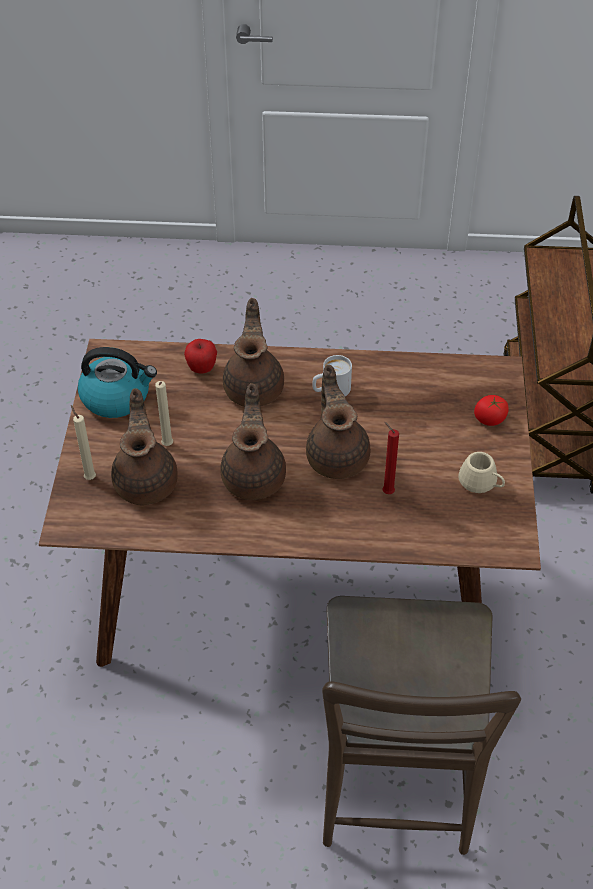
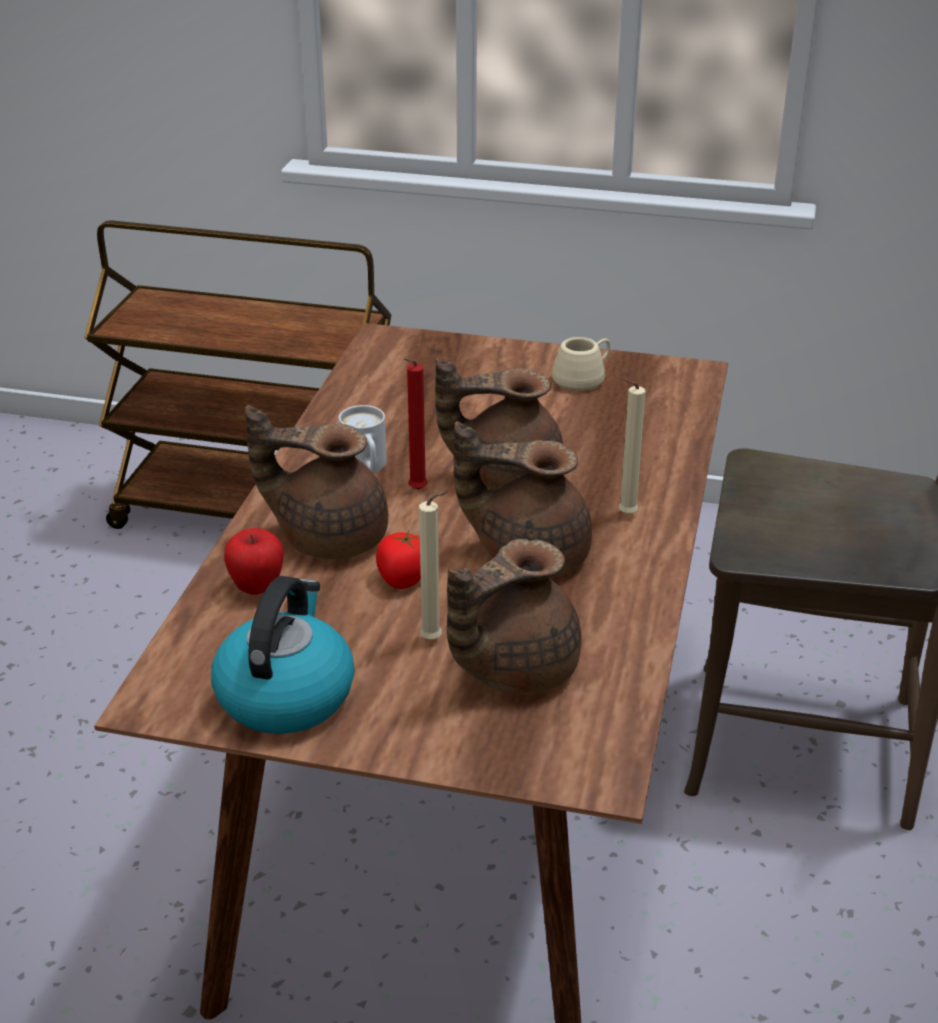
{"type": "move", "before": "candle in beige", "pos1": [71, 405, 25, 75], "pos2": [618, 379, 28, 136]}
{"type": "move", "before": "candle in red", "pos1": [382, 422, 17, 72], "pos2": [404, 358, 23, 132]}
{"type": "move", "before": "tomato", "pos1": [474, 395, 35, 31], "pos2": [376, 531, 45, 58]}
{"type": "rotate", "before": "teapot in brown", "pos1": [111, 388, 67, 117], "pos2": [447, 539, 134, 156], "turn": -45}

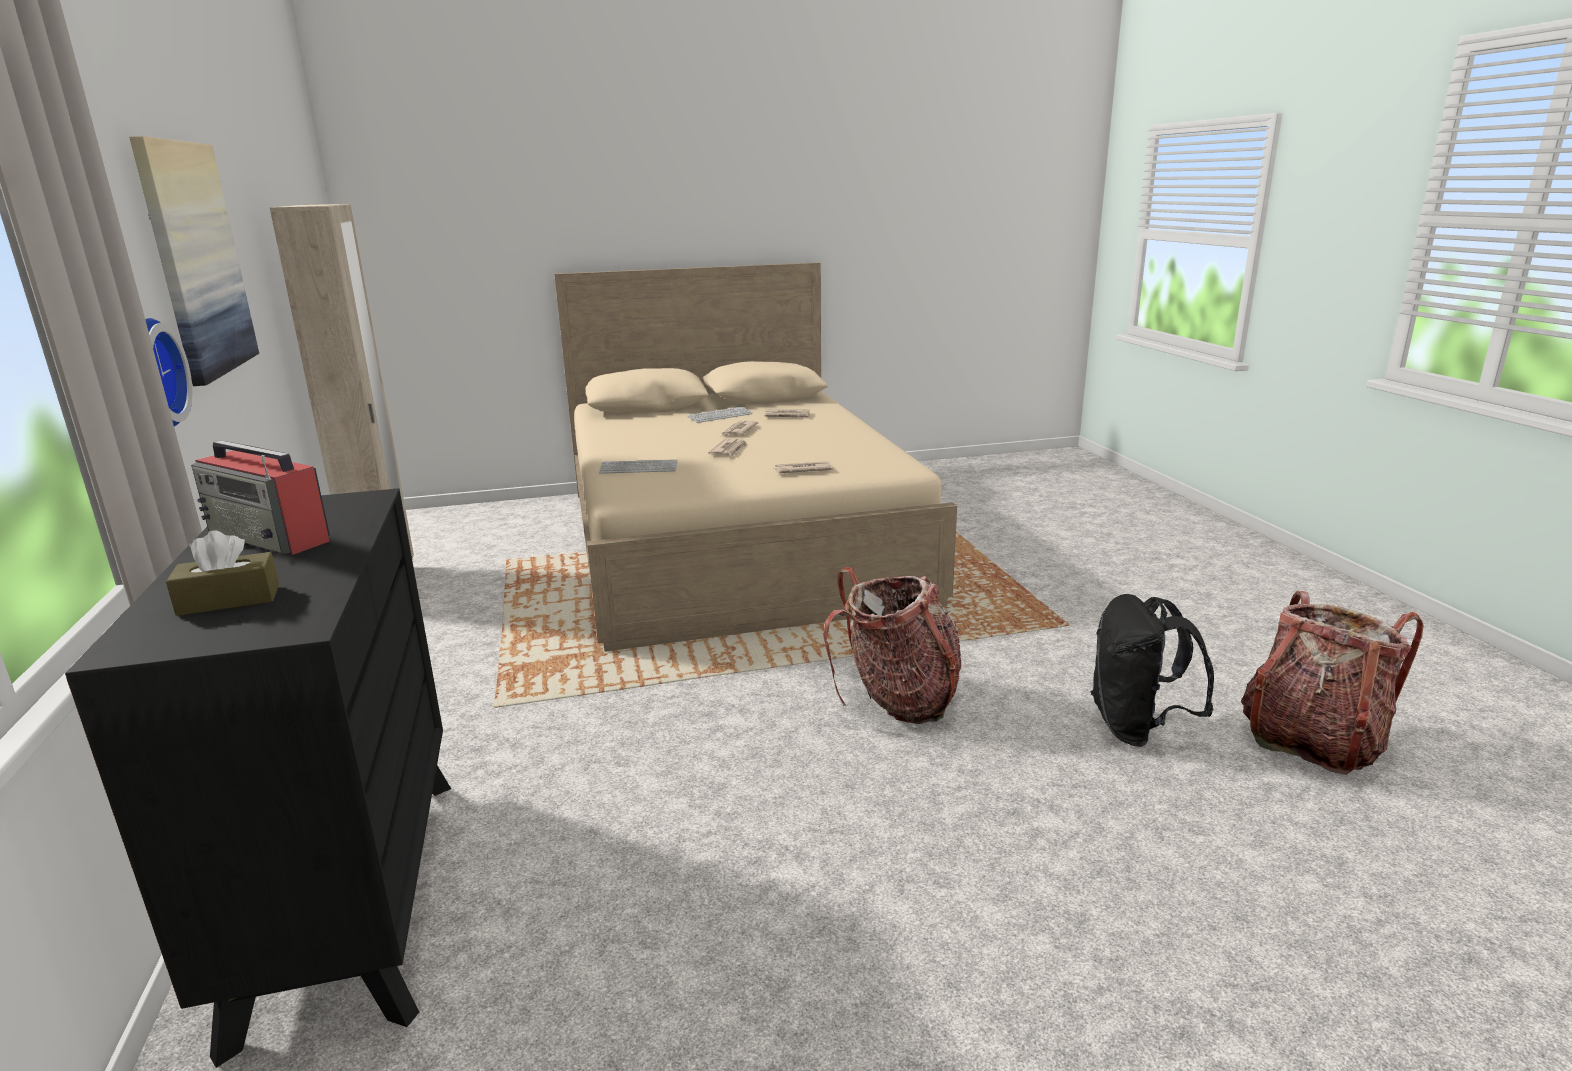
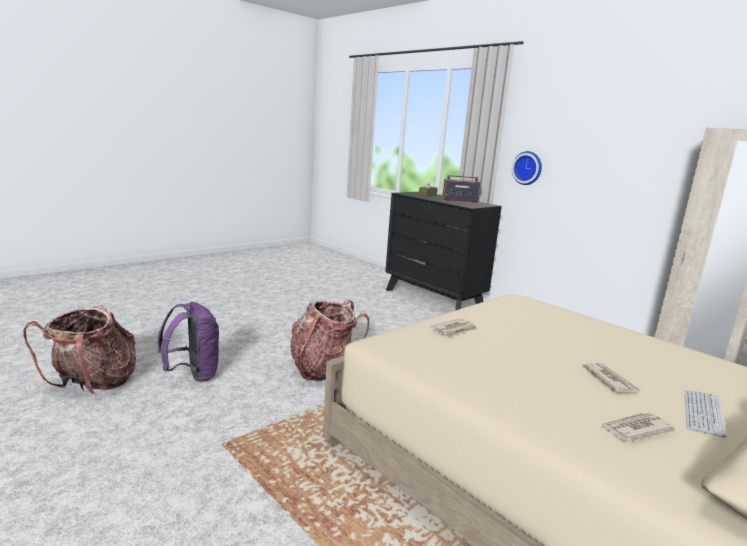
{"type": "delete", "before": "picture", "pos1": [129, 136, 130, 250]}
{"type": "delete", "before": "keyboard", "pos1": [599, 459, 79, 15]}
{"type": "delete", "before": "newspaper", "pos1": [708, 439, 40, 17]}
{"type": "recolor", "before": "backpack in black", "after": "backpack in purple", "pos1": [1090, 594, 124, 153], "pos2": [158, 302, 61, 80]}

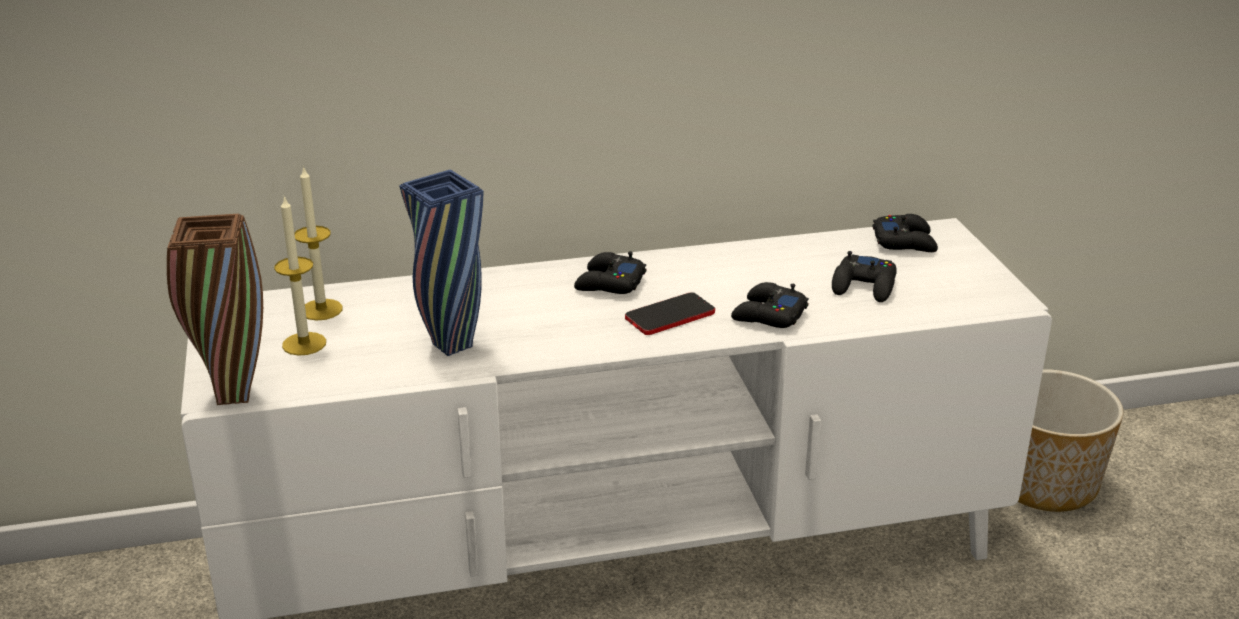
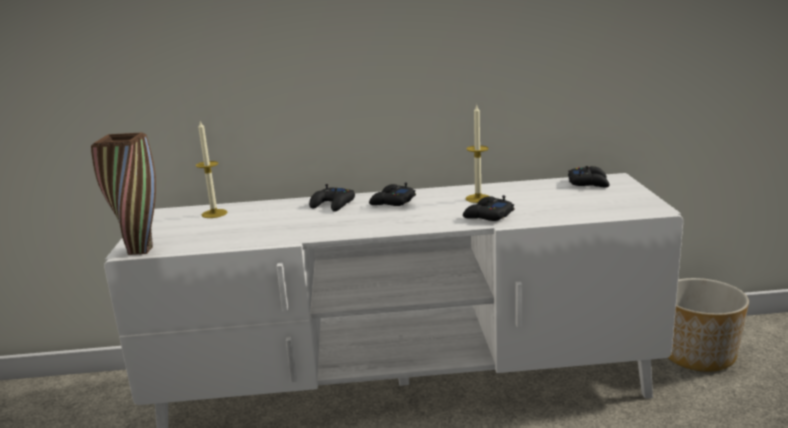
{"type": "delete", "before": "vase in blue", "pos1": [399, 170, 85, 186]}
{"type": "delete", "before": "phone", "pos1": [625, 292, 90, 43]}
{"type": "move", "before": "candle", "pos1": [274, 196, 52, 160], "pos2": [466, 105, 23, 98]}
{"type": "move", "before": "game controller in black", "pos1": [832, 251, 65, 51], "pos2": [309, 184, 46, 28]}

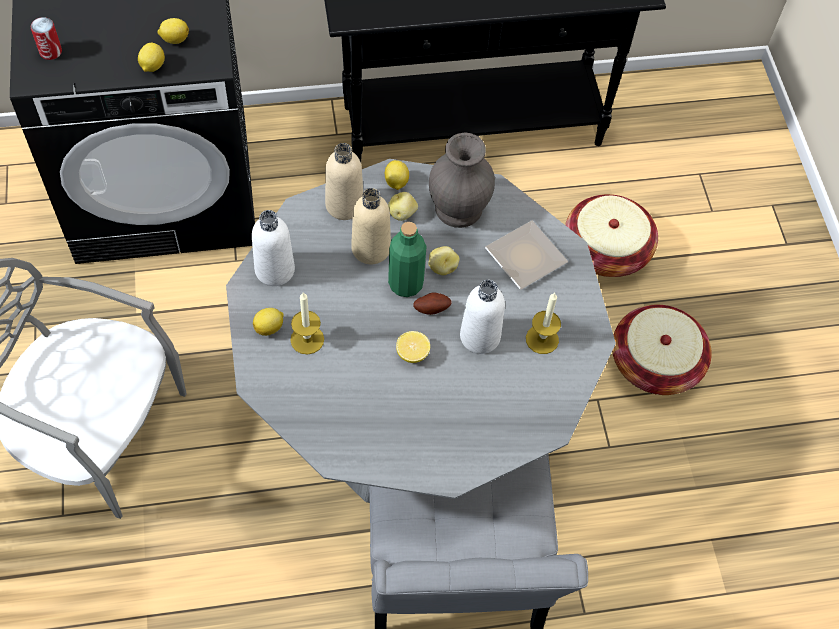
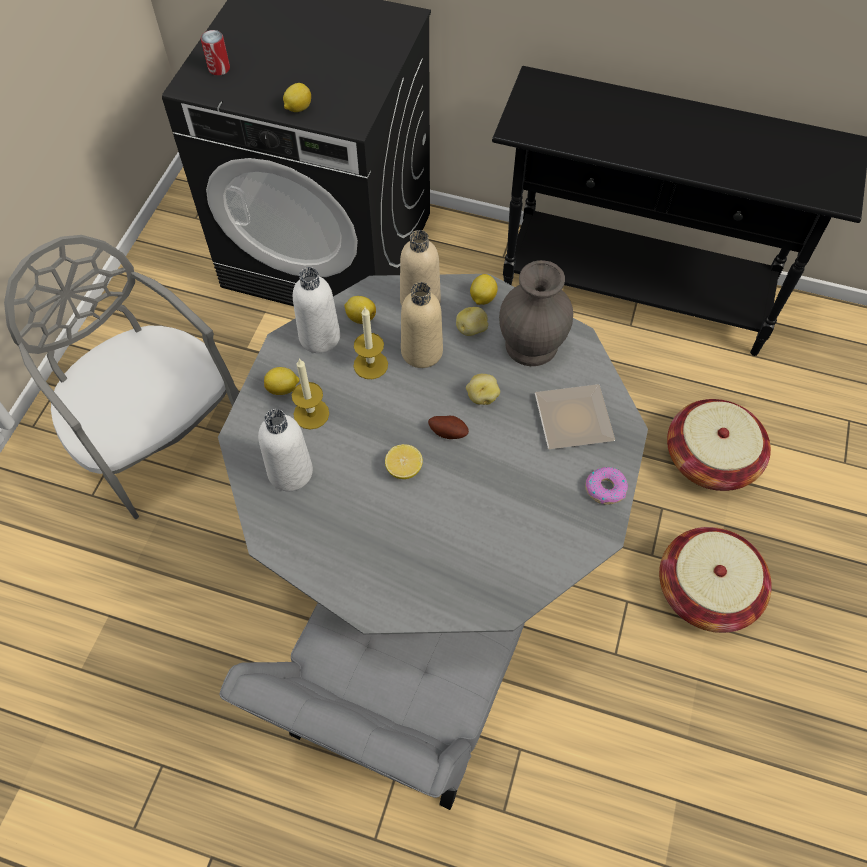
{"type": "delete", "before": "bottle in green", "pos1": [388, 222, 39, 75]}
{"type": "insert", "after": "donut", "pos2": [585, 467, 43, 38]}
{"type": "move", "before": "lemon", "pos1": [157, 18, 32, 26], "pos2": [344, 296, 32, 28]}
{"type": "move", "before": "bottle in white", "pos1": [460, 280, 45, 74], "pos2": [258, 409, 55, 82]}
{"type": "move", "before": "candle", "pos1": [526, 293, 35, 61], "pos2": [354, 307, 34, 72]}

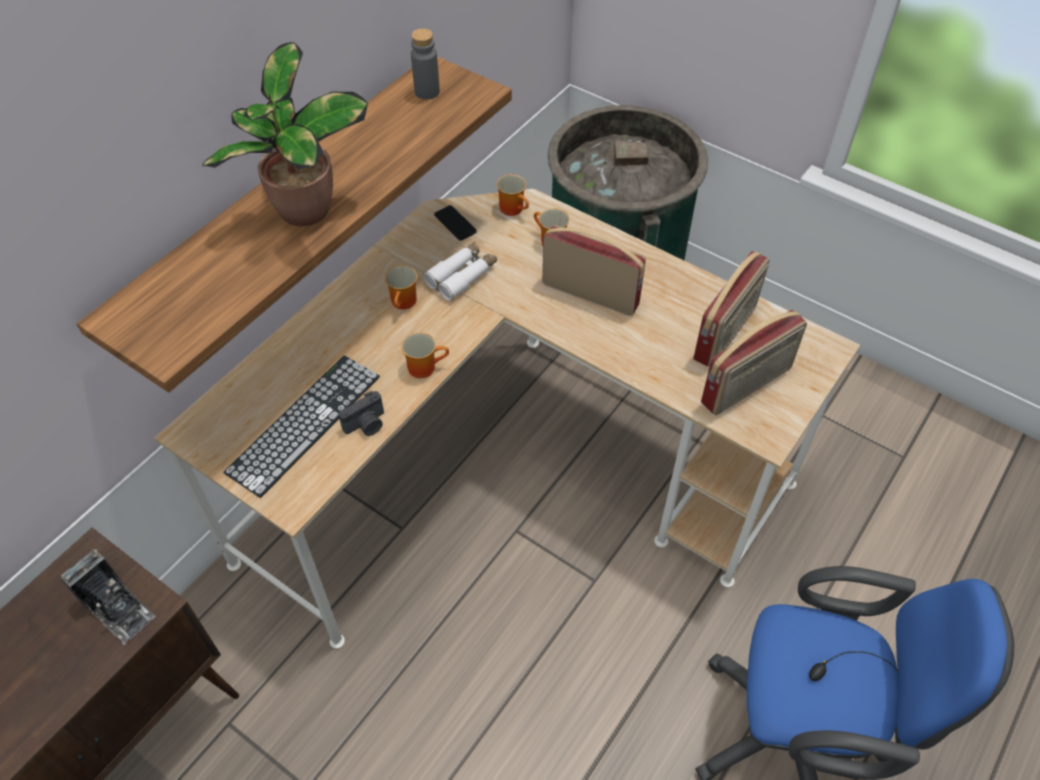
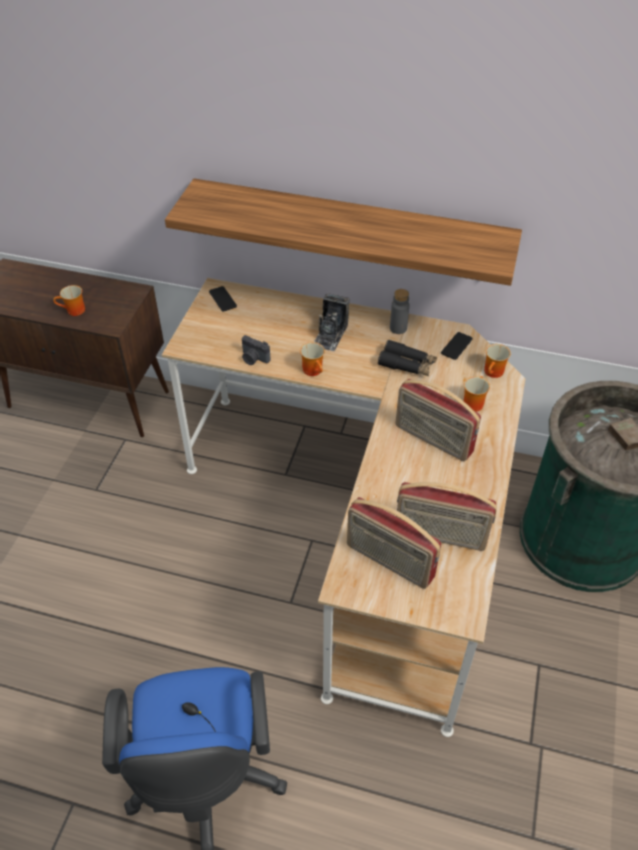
{"type": "delete", "before": "potted plant", "pos1": [202, 42, 166, 184]}
{"type": "delete", "before": "keyboard", "pos1": [223, 356, 157, 142]}
{"type": "insert", "after": "phone", "pos2": [209, 286, 28, 25]}
{"type": "move", "before": "photo camera", "pos1": [61, 549, 94, 95], "pos2": [314, 293, 35, 58]}
{"type": "move", "before": "mug", "pos1": [385, 265, 32, 44], "pos2": [53, 285, 32, 31]}
{"type": "move", "before": "bottle in grey", "pos1": [411, 28, 29, 72], "pos2": [390, 289, 20, 45]}
{"type": "recolor", "before": "binoculars in white", "after": "binoculars in black", "pos1": [423, 242, 74, 59], "pos2": [378, 340, 59, 36]}
{"type": "rotate", "before": "radio", "pos1": [542, 225, 104, 91], "pos2": [395, 379, 86, 82], "turn": 120}

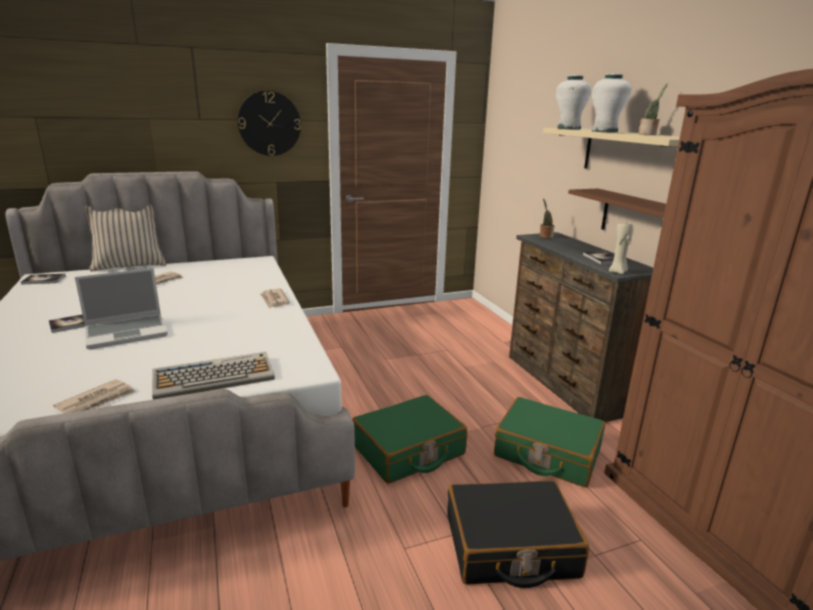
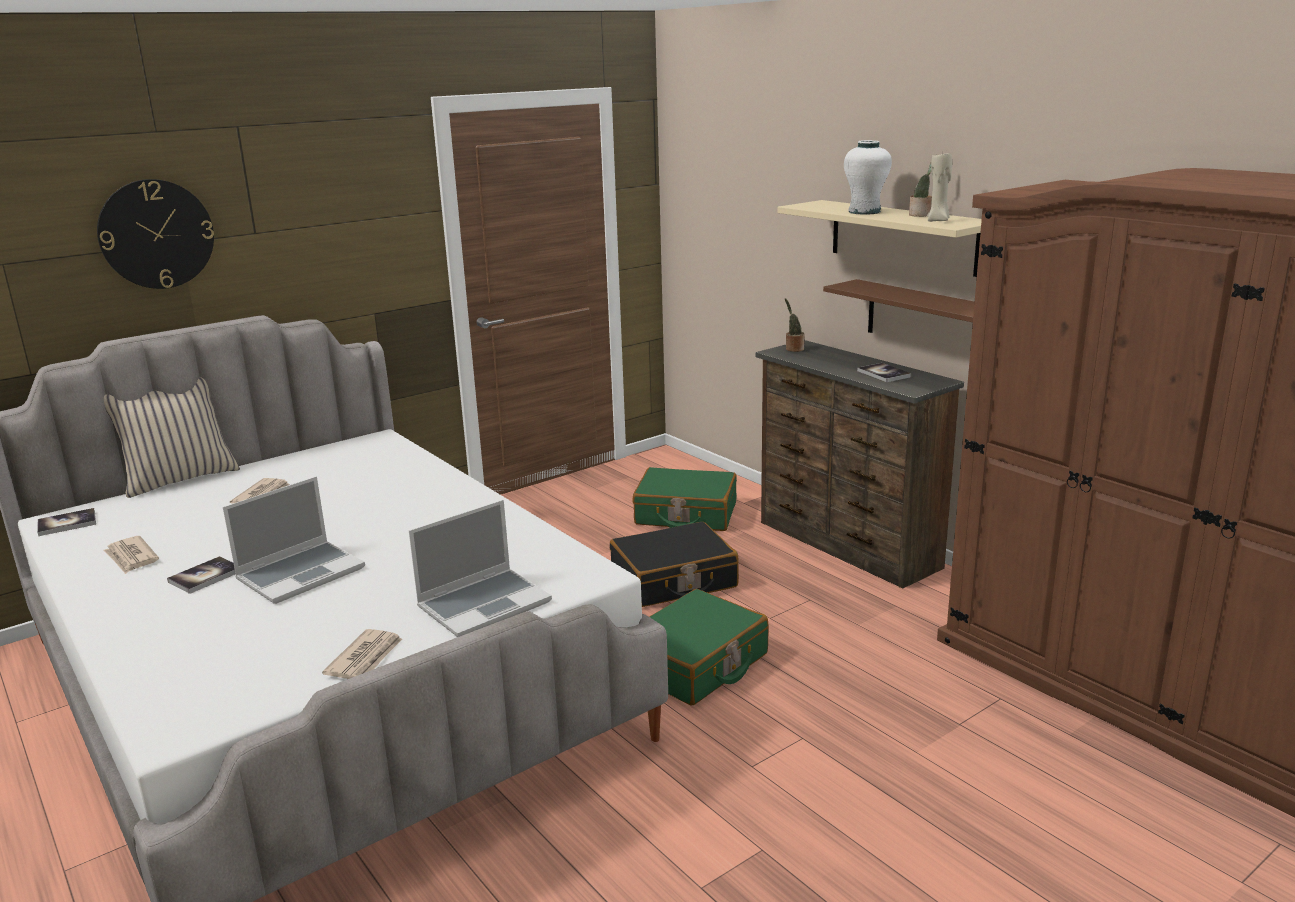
{"type": "delete", "before": "vase in white", "pos1": [556, 75, 35, 55]}
{"type": "move", "before": "wall clock", "pos1": [237, 91, 64, 65], "pos2": [97, 179, 117, 110]}
{"type": "move", "before": "newspaper", "pos1": [260, 289, 30, 20], "pos2": [103, 536, 56, 38]}
{"type": "move", "before": "suitcase in black", "pos1": [447, 480, 142, 108], "pos2": [610, 522, 129, 85]}
{"type": "move", "before": "suitcase in green", "pos1": [494, 397, 111, 90], "pos2": [633, 467, 104, 64]}
{"type": "move", "before": "candle in beige", "pos1": [609, 221, 24, 53], "pos2": [927, 152, 25, 70]}
{"type": "replace", "before": "keyboard", "after": "laptop", "pos1": [152, 352, 123, 48], "pos2": [409, 500, 143, 137]}

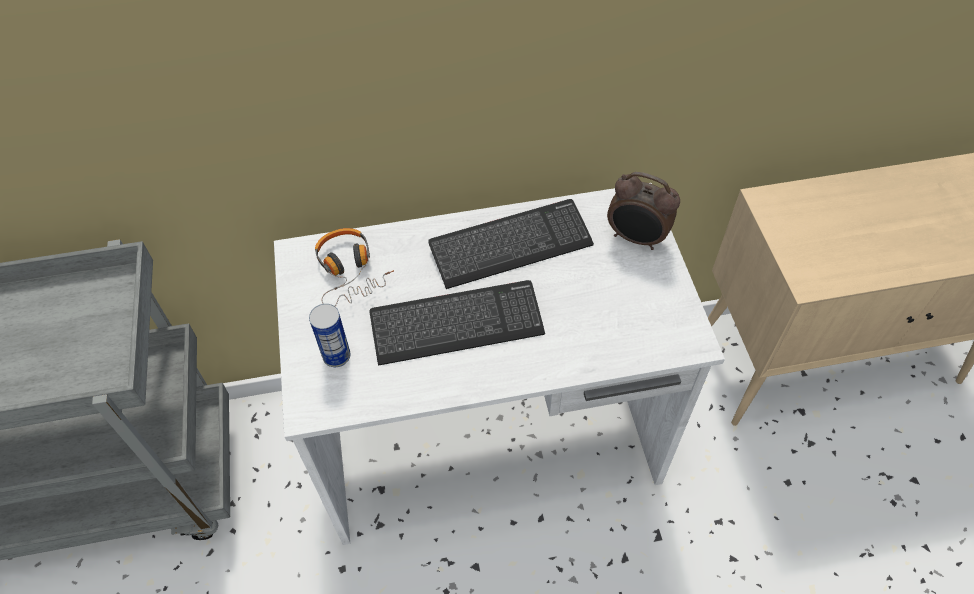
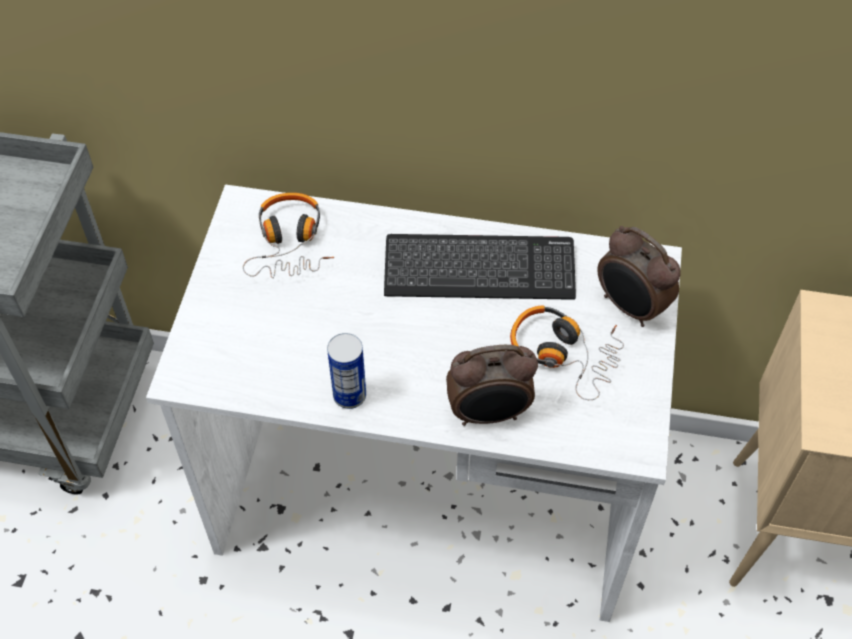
{"type": "delete", "before": "keyboard", "pos1": [369, 280, 176, 85]}
{"type": "insert", "after": "alarm clock", "pos2": [446, 345, 92, 81]}
{"type": "insert", "after": "headphones", "pos2": [510, 305, 114, 95]}
{"type": "move", "before": "can", "pos1": [309, 304, 41, 63], "pos2": [327, 333, 39, 76]}

